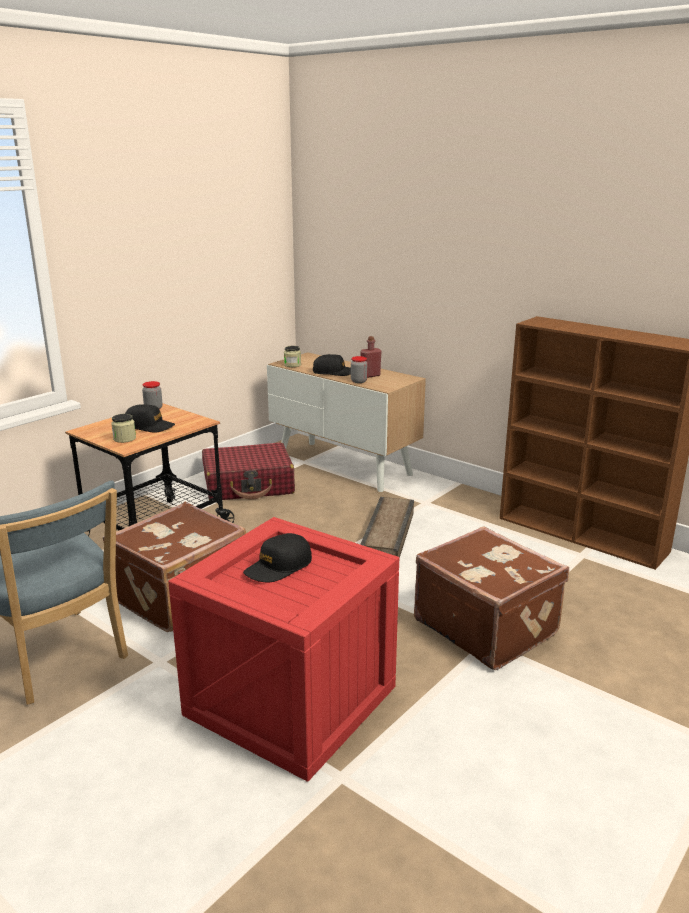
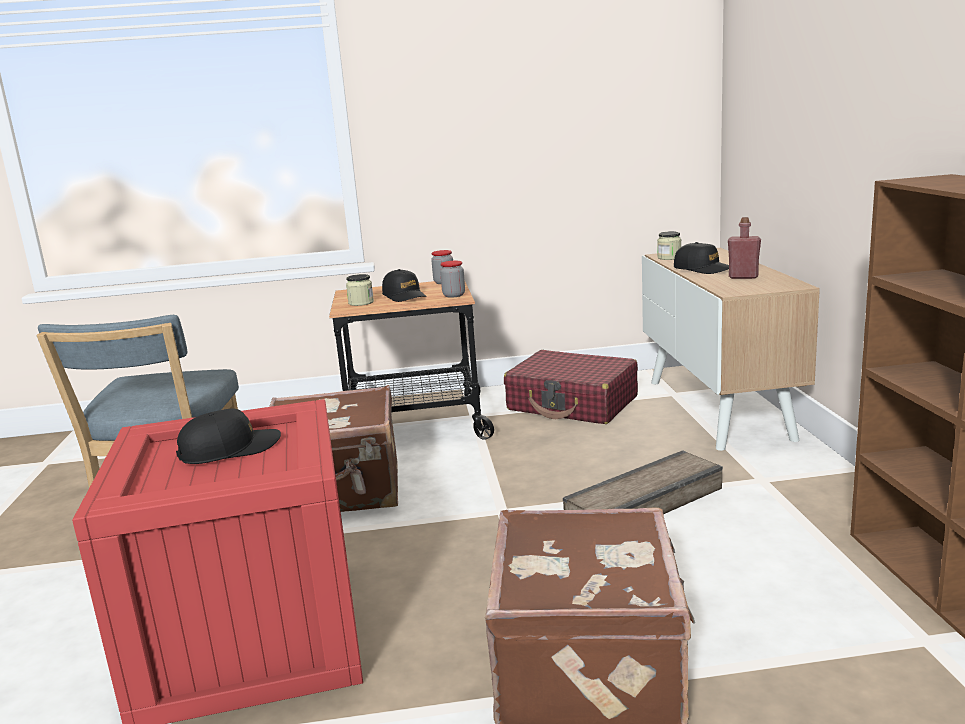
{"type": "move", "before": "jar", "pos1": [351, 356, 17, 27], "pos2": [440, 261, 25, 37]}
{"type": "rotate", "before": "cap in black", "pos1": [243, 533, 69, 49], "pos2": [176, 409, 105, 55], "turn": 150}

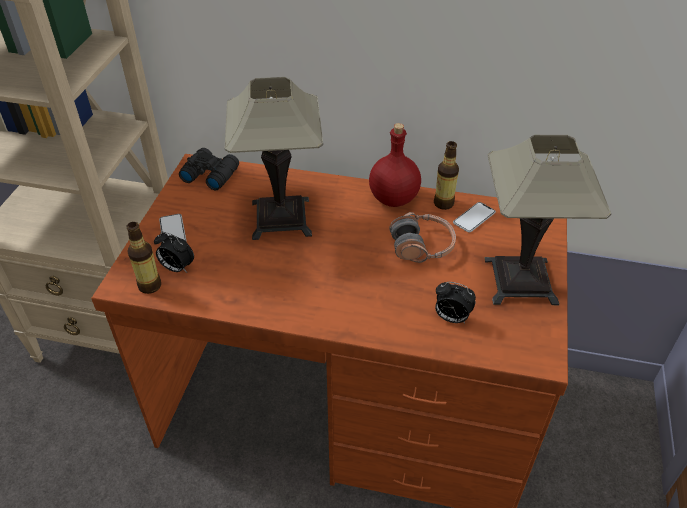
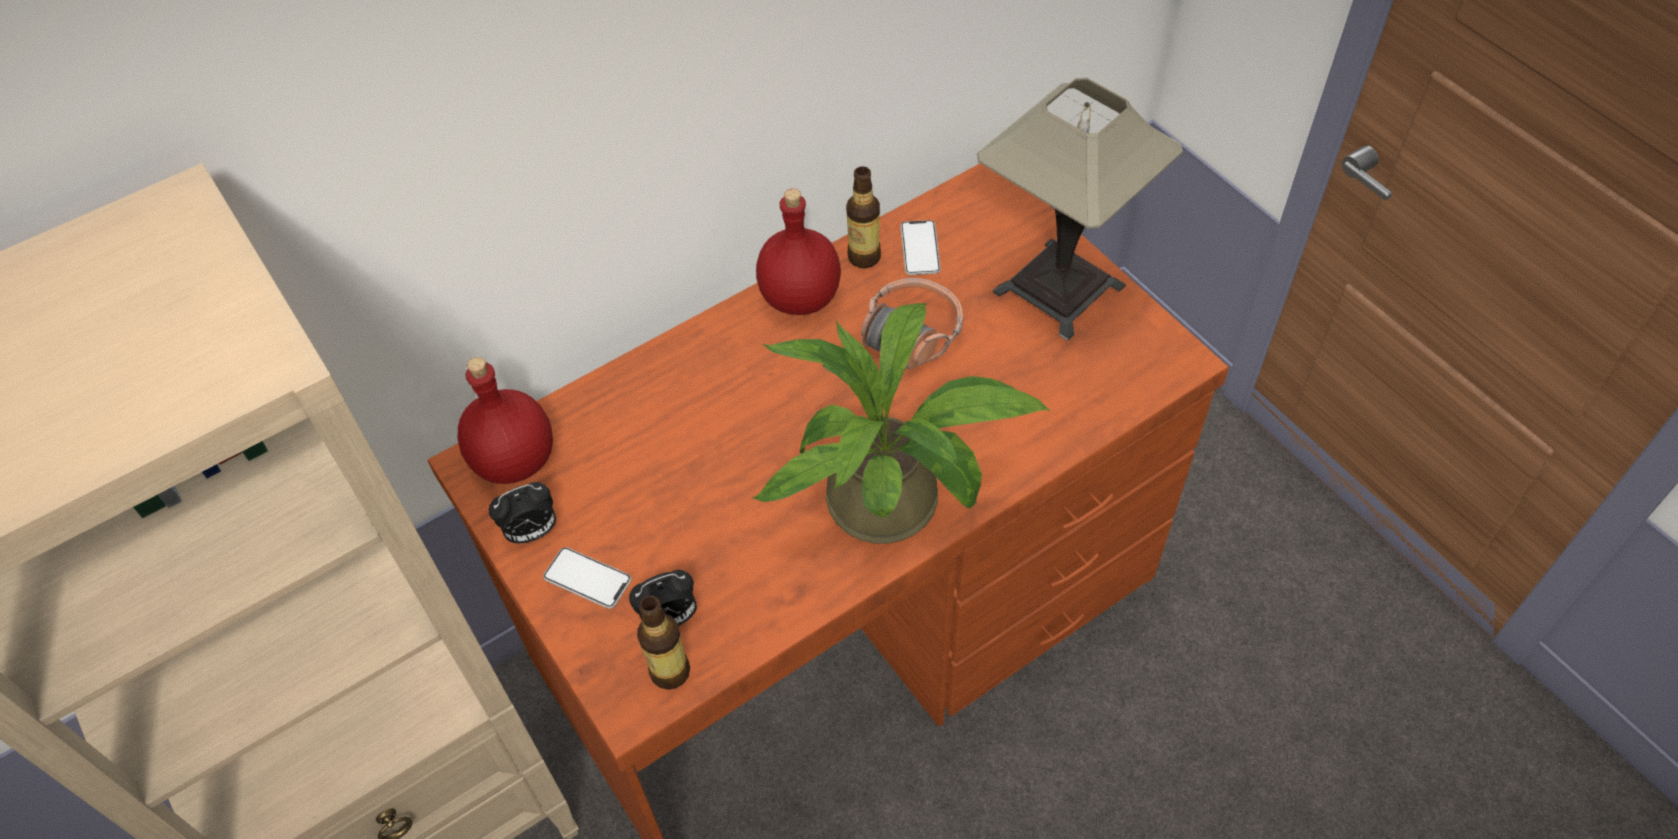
{"type": "delete", "before": "table lamp", "pos1": [225, 77, 98, 163]}
{"type": "insert", "after": "potted plant", "pos2": [752, 303, 298, 241]}
{"type": "move", "before": "alarm clock", "pos1": [435, 282, 41, 41], "pos2": [489, 482, 67, 61]}
{"type": "replace", "before": "binoculars in black", "after": "bottle in red", "pos1": [179, 148, 60, 42], "pos2": [458, 357, 95, 127]}

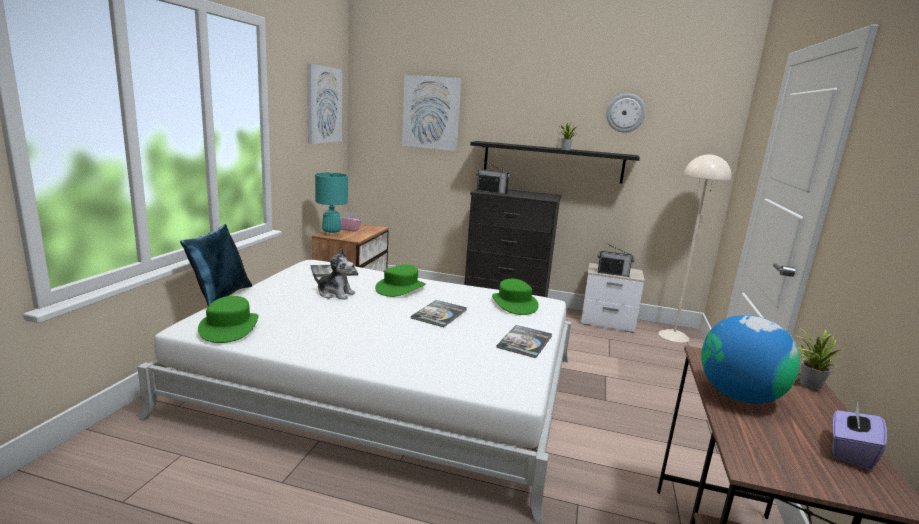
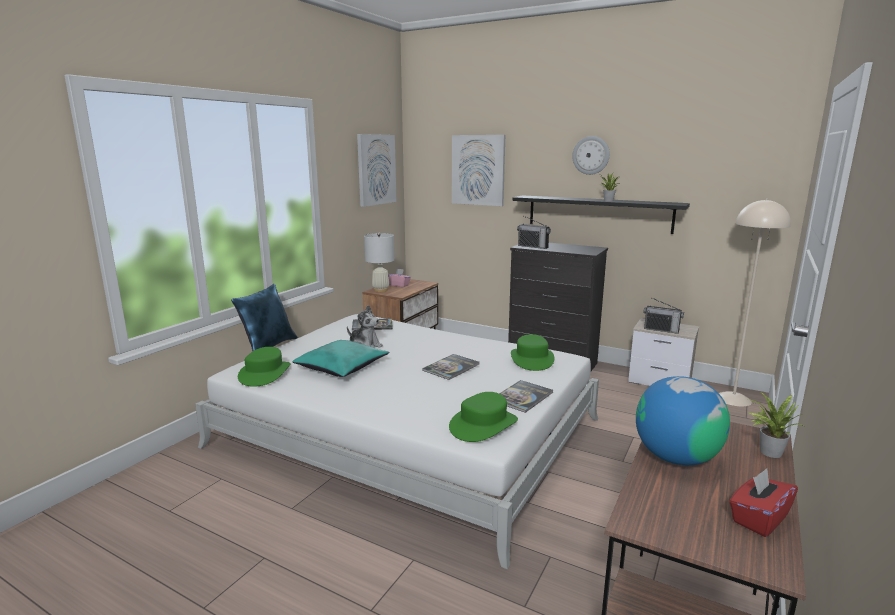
{"type": "insert", "after": "pillow in turquoise", "pos2": [292, 340, 98, 37]}
{"type": "move", "before": "hat in green", "pos1": [375, 265, 51, 32], "pos2": [449, 392, 69, 50]}
{"type": "move", "before": "wall clock", "pos1": [606, 93, 40, 40], "pos2": [572, 136, 38, 39]}
{"type": "recolor", "before": "table lamp in turquoise", "after": "table lamp in white", "pos1": [315, 172, 33, 64], "pos2": [364, 233, 31, 59]}
{"type": "recolor", "before": "tissue box in purple", "after": "tissue box in red", "pos1": [832, 402, 55, 68], "pos2": [729, 468, 69, 69]}

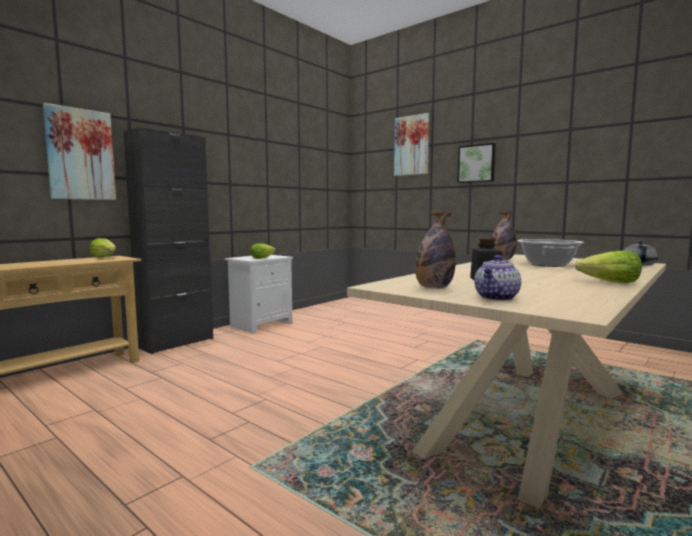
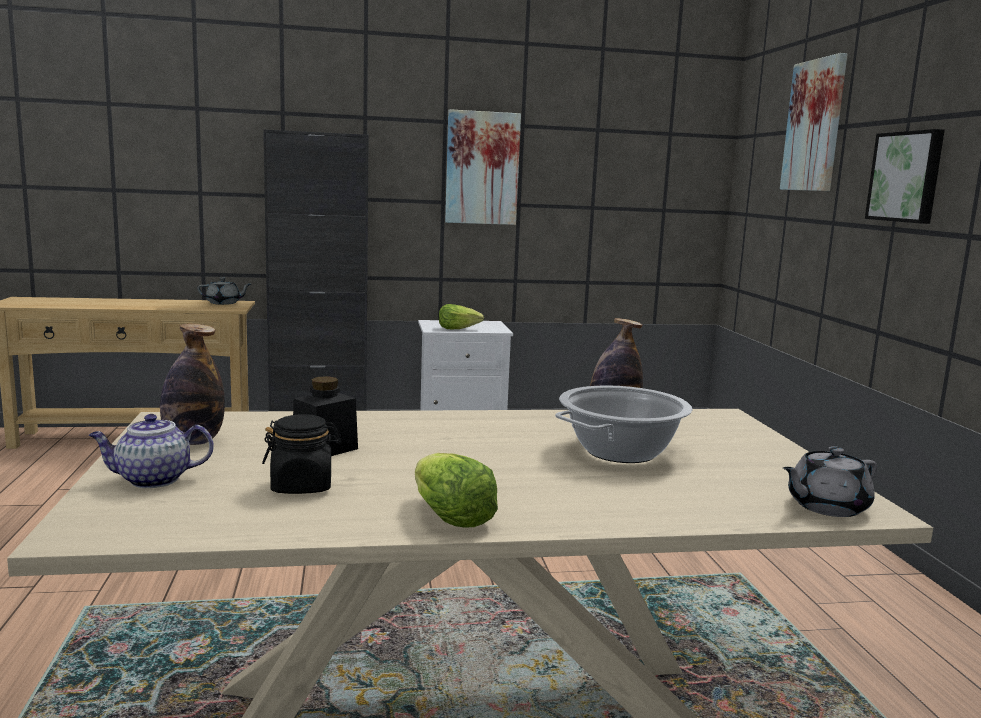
{"type": "insert", "after": "jar in black", "pos2": [262, 414, 79, 80]}
{"type": "move", "before": "picture", "pos1": [43, 103, 73, 97], "pos2": [445, 109, 76, 116]}
{"type": "replace", "before": "lettuce", "after": "teapot in grey", "pos1": [90, 238, 26, 20], "pos2": [197, 278, 54, 27]}

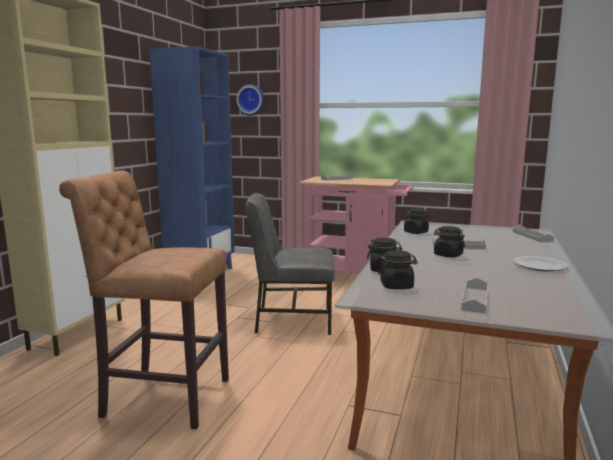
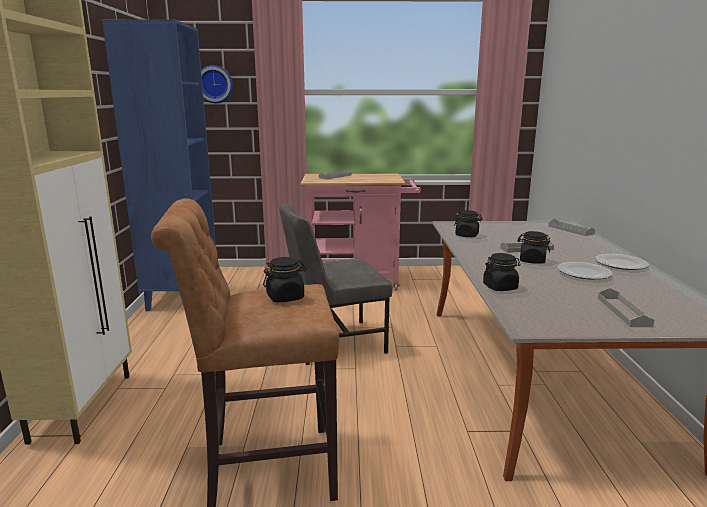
{"type": "insert", "after": "plate", "pos2": [557, 262, 55, 17]}
{"type": "move", "before": "jar in black", "pos1": [378, 250, 40, 39], "pos2": [263, 257, 44, 45]}

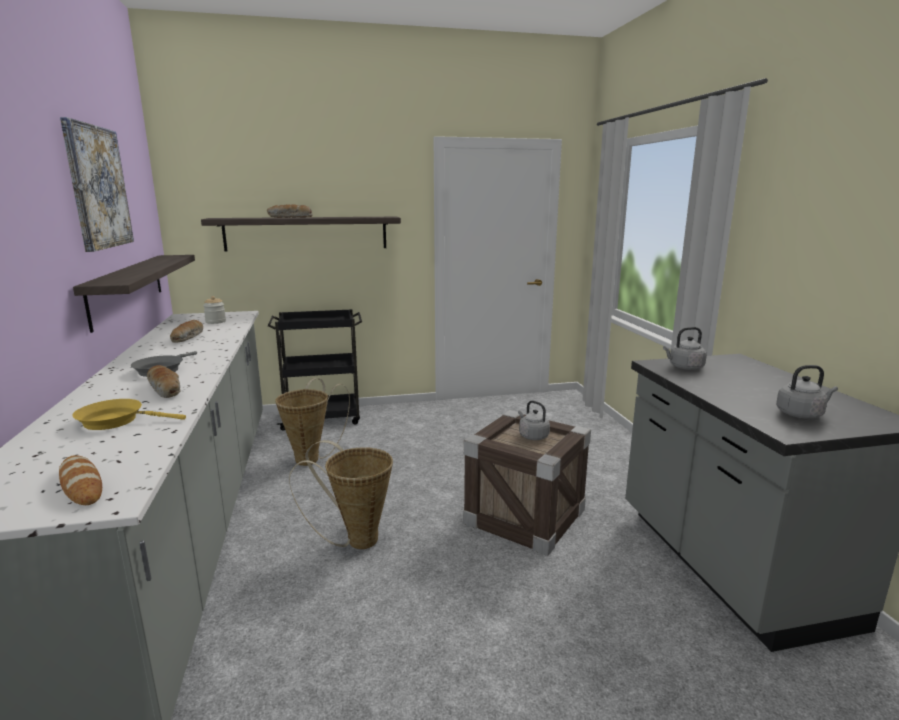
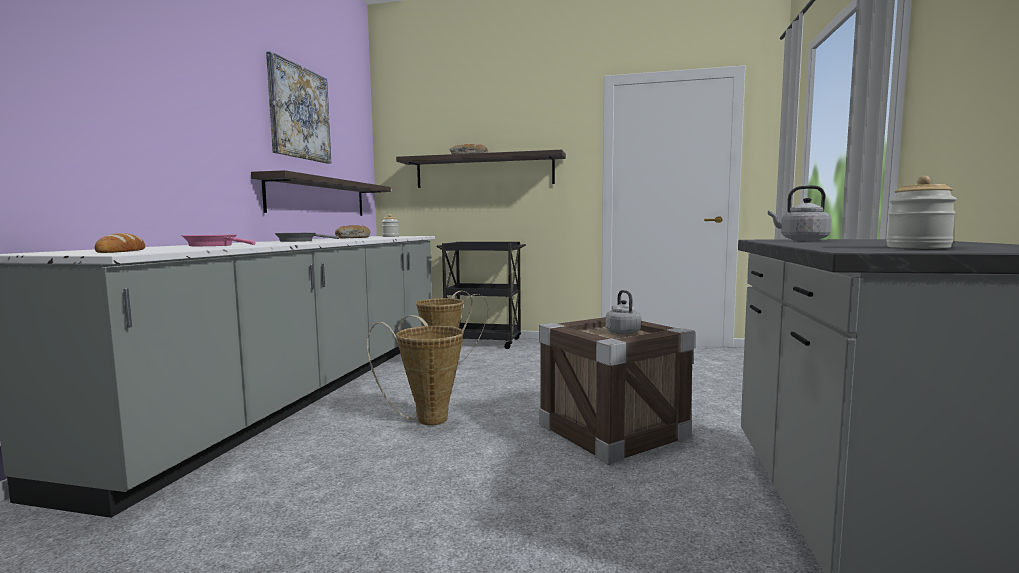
{"type": "delete", "before": "bread", "pos1": [147, 365, 33, 33]}
{"type": "replace", "before": "kettle in grey", "after": "jar", "pos1": [776, 365, 62, 54], "pos2": [887, 176, 70, 73]}
{"type": "recolor", "before": "frying pan in yellow", "after": "frying pan in pink", "pos1": [72, 399, 114, 31], "pos2": [181, 235, 75, 11]}

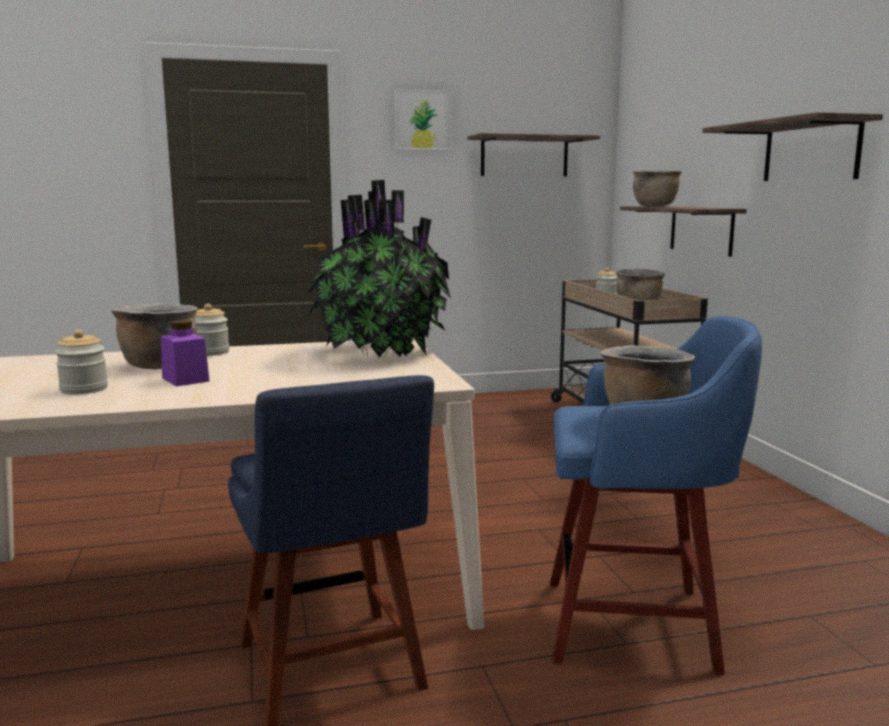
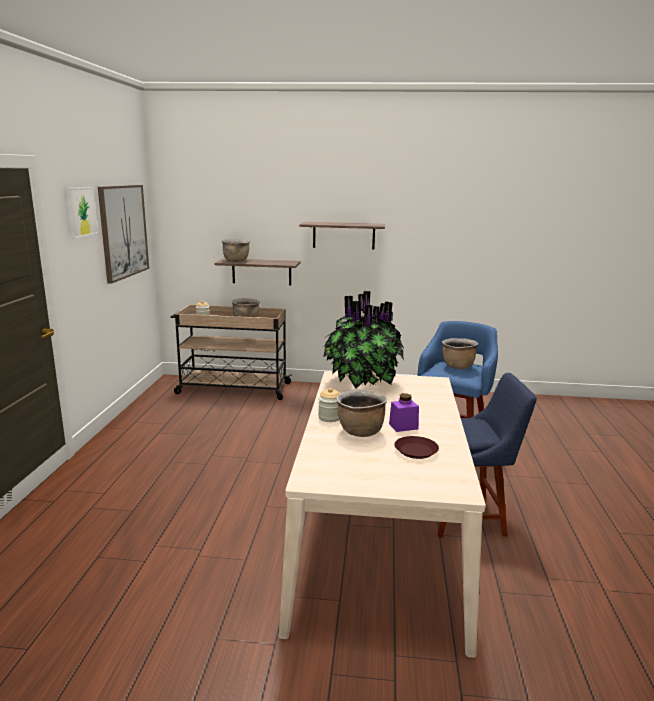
{"type": "replace", "before": "jar", "after": "plate in brown", "pos1": [55, 330, 53, 64], "pos2": [394, 436, 45, 23]}
{"type": "replace", "before": "shelf", "after": "picture", "pos1": [467, 133, 133, 44], "pos2": [98, 185, 51, 99]}

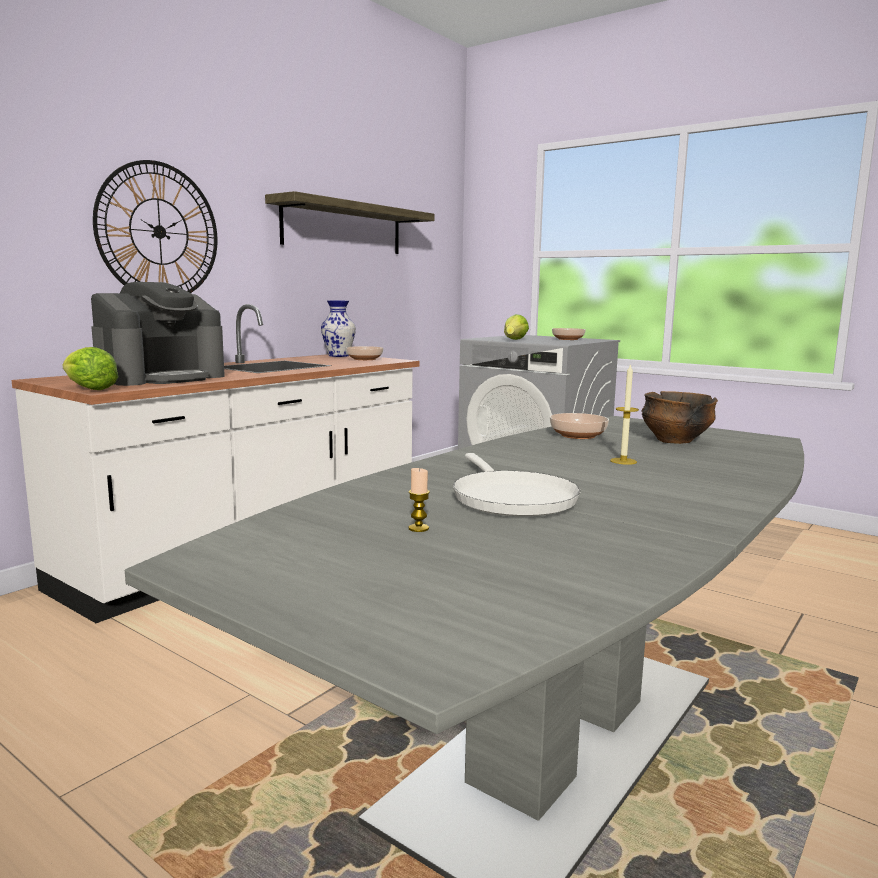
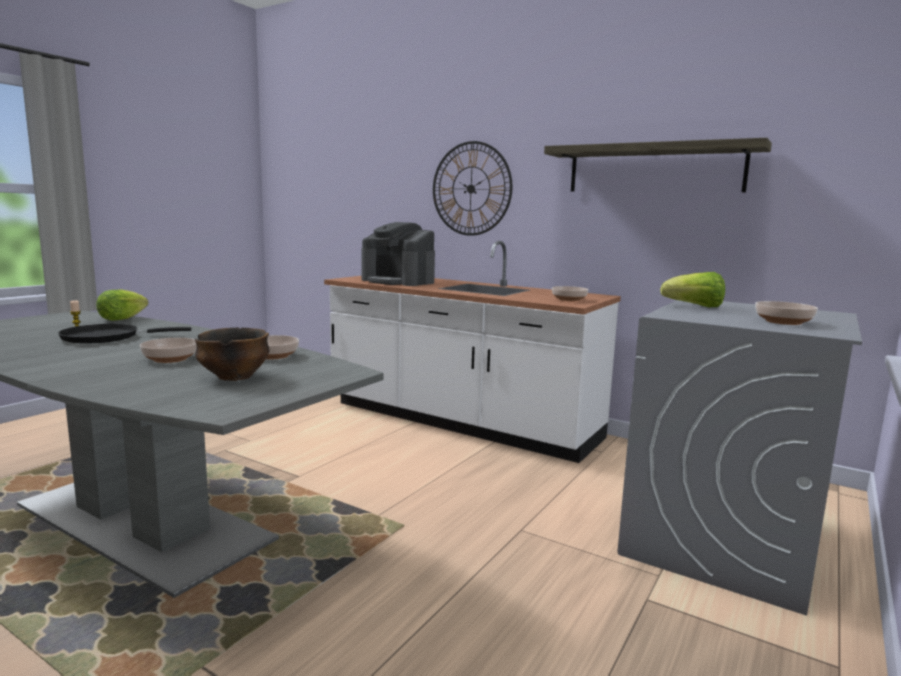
{"type": "delete", "before": "vase", "pos1": [321, 300, 35, 57]}
{"type": "move", "before": "lettuce", "pos1": [62, 347, 56, 43], "pos2": [96, 290, 52, 31]}
{"type": "replace", "before": "candle", "after": "bowl", "pos1": [610, 363, 29, 102], "pos2": [140, 338, 56, 25]}
{"type": "recolor", "before": "frying pan in white", "after": "frying pan in black", "pos1": [453, 453, 127, 63], "pos2": [58, 324, 134, 20]}

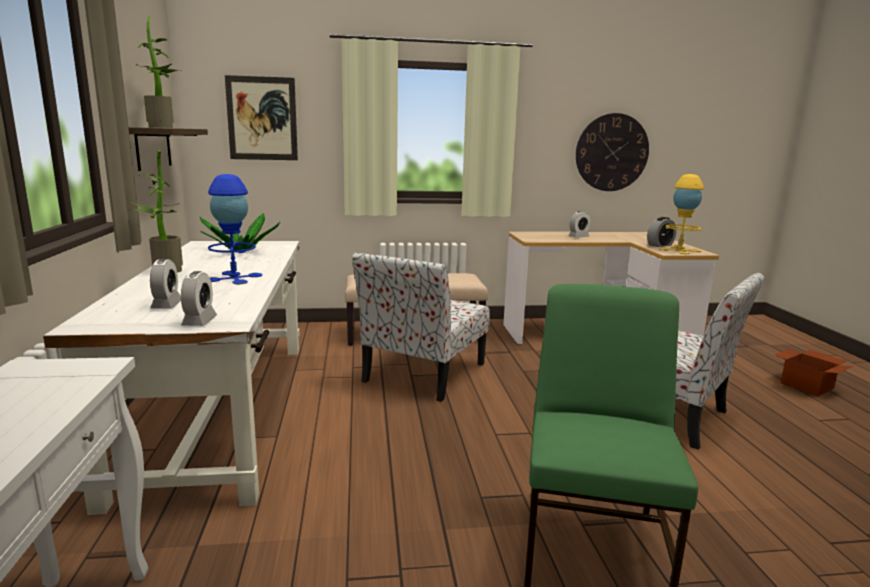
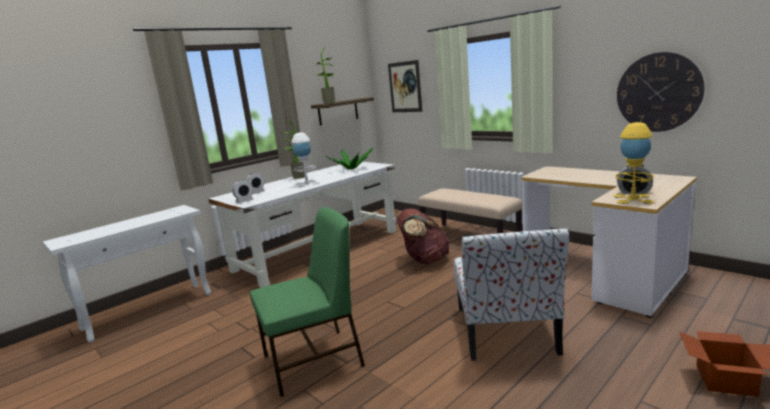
{"type": "delete", "before": "alarm clock", "pos1": [569, 211, 22, 27]}
{"type": "replace", "before": "chair", "after": "backpack in brown", "pos1": [352, 252, 138, 150], "pos2": [396, 208, 54, 56]}
{"type": "recolor", "before": "table lamp in blue", "after": "table lamp in white", "pos1": [208, 174, 54, 110], "pos2": [291, 132, 29, 55]}

